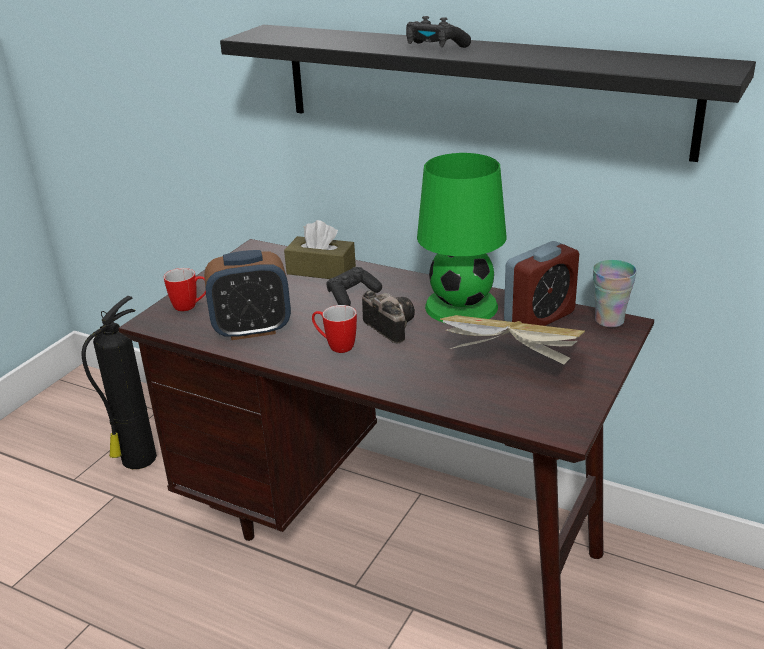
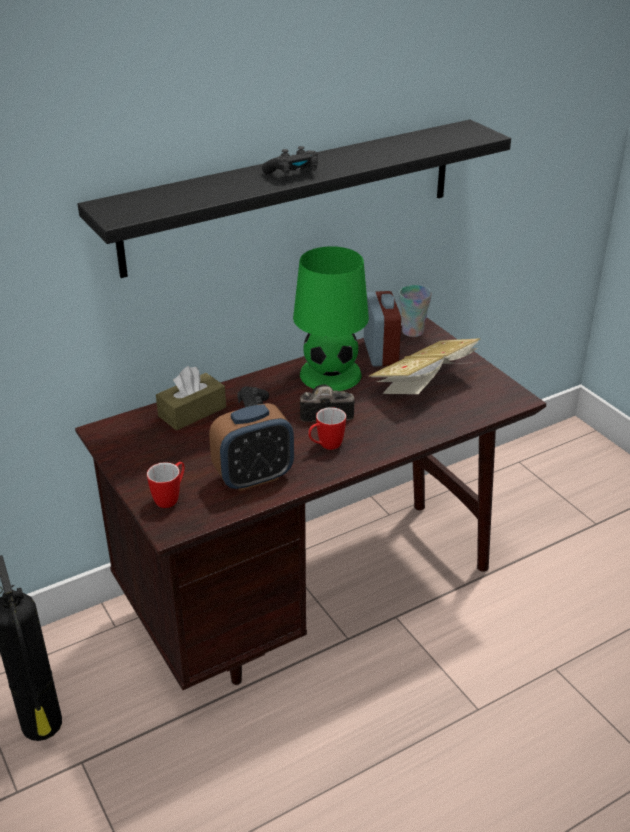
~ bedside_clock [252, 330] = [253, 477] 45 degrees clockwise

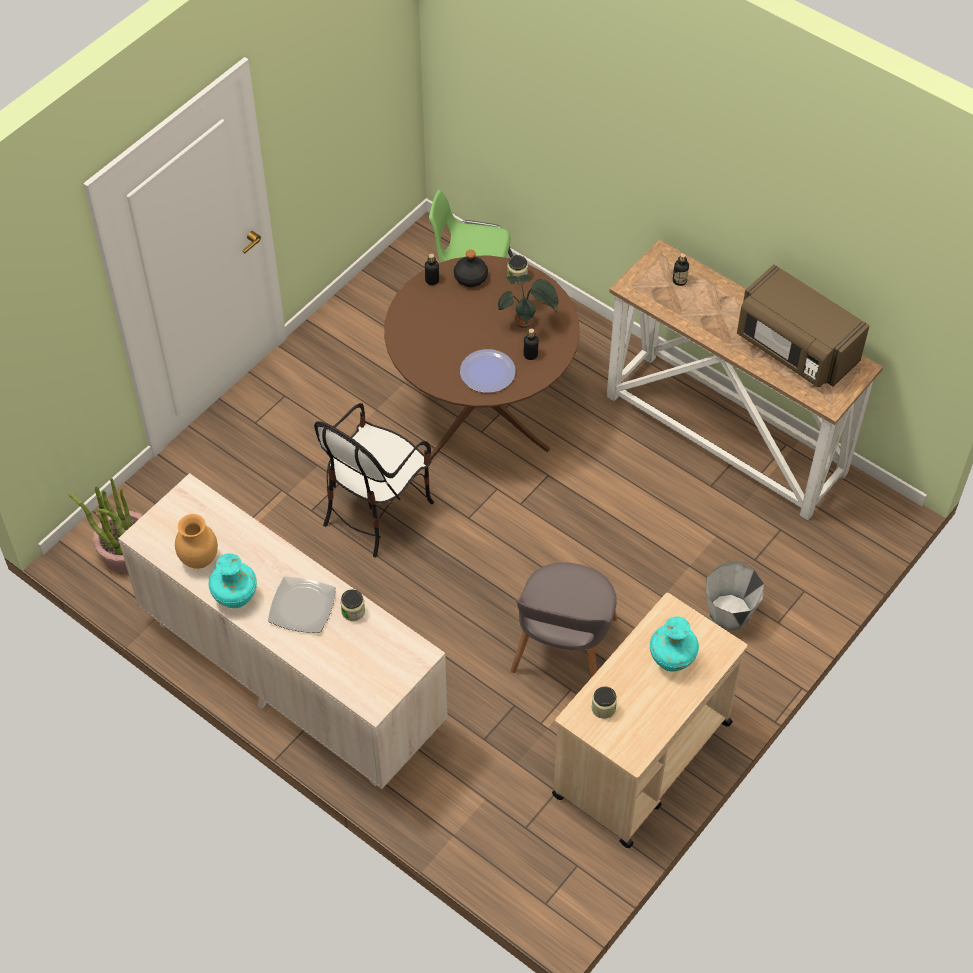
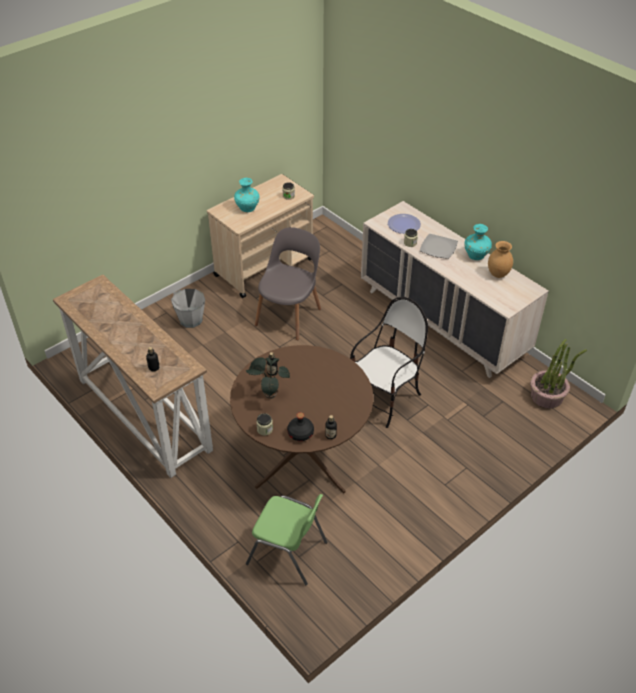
~ plate [487, 372] to [404, 224]
- brownish_microwave [795, 348]

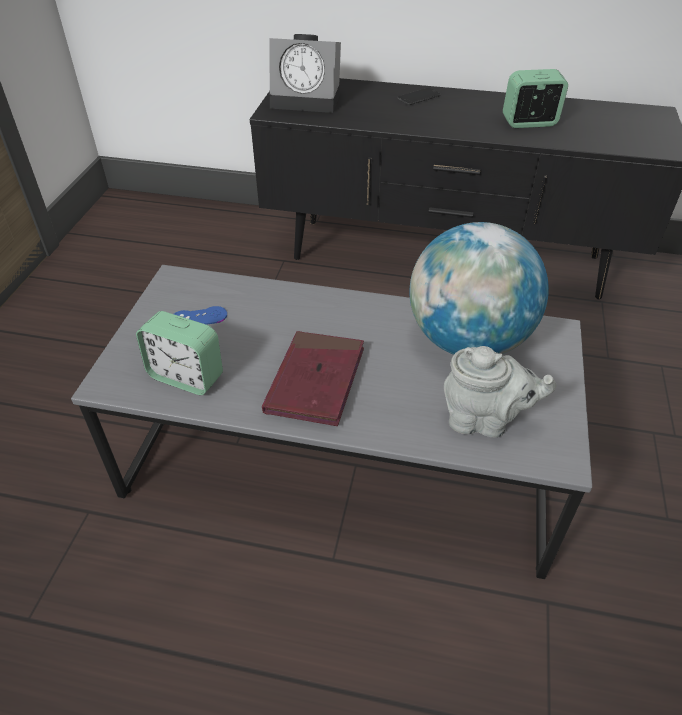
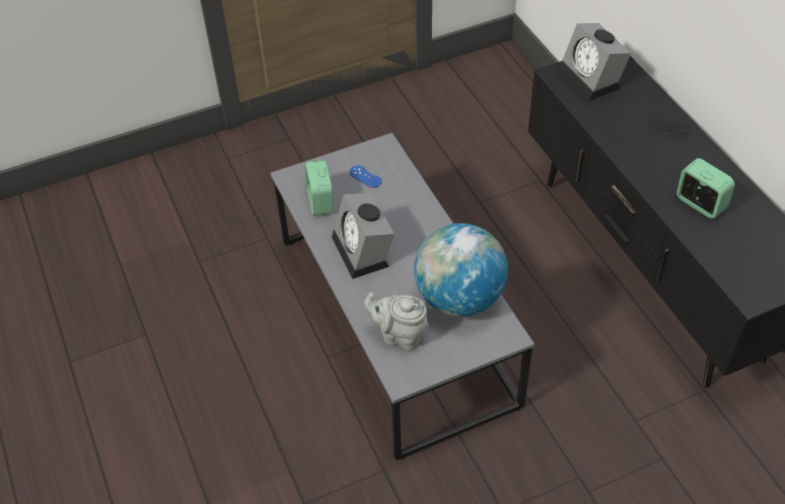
~ red-coloured_book [315, 381] to bedside_clock [364, 252]
~ greyish_tea_pot [484, 420] = [400, 335] 135 degrees clockwise

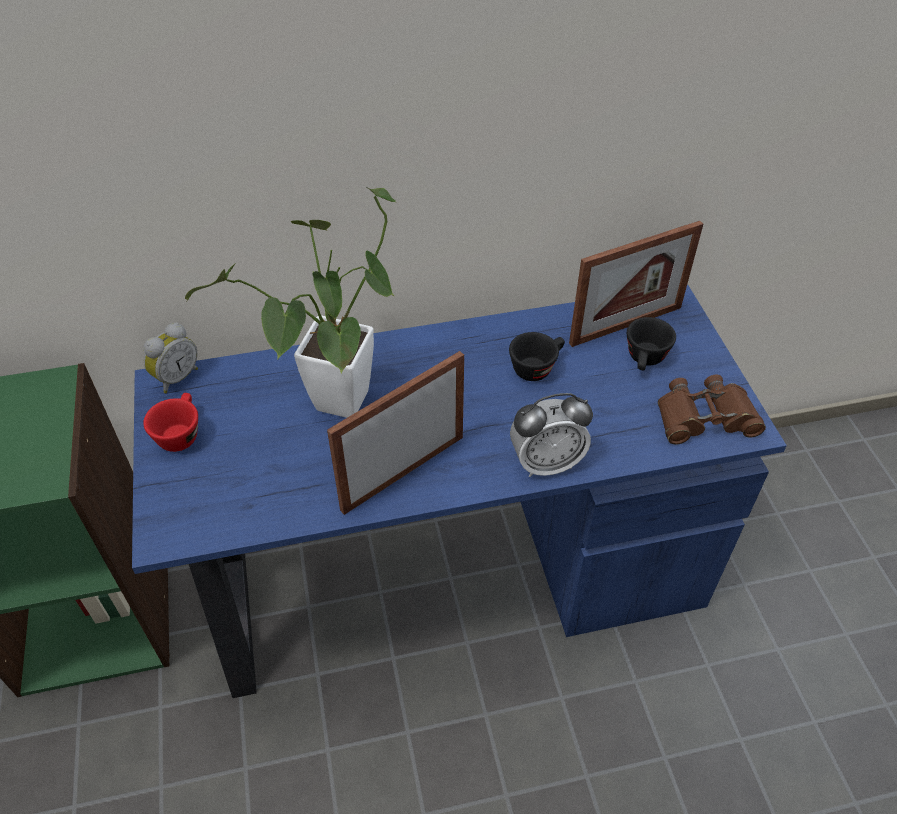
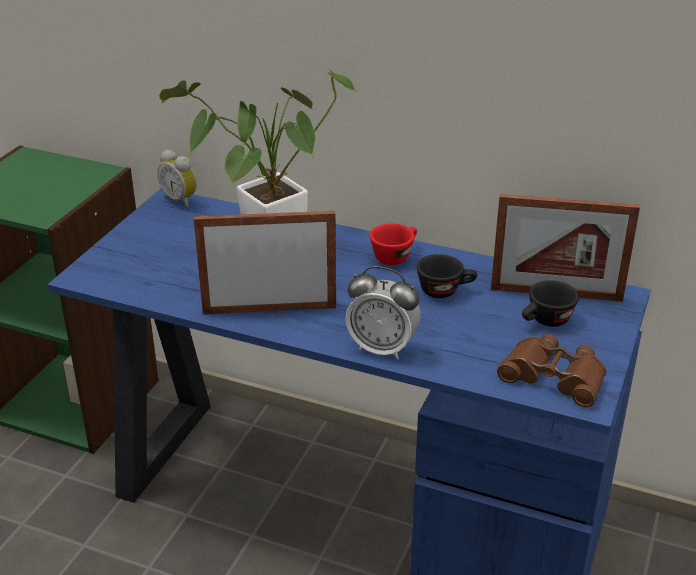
~ bedside_clock [176, 377] = [181, 200] 60 degrees clockwise
~ red-coloured_drinking_cup [180, 433] to [395, 255]

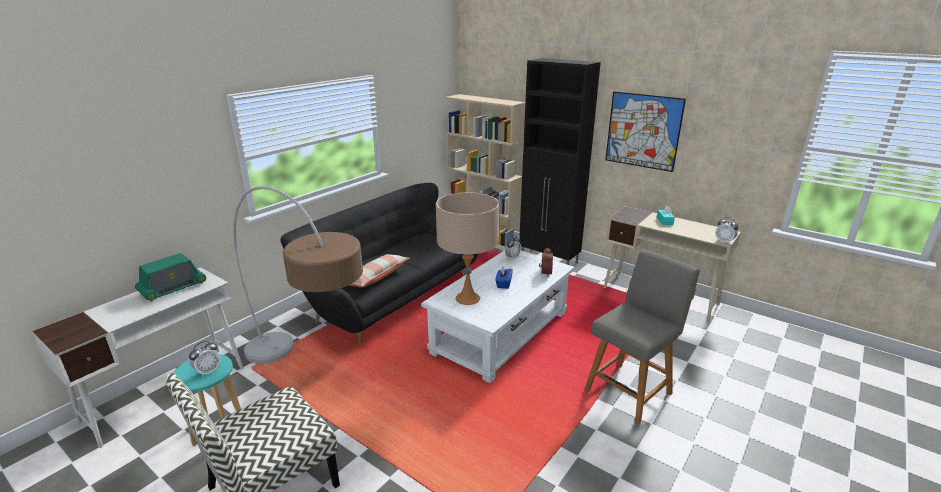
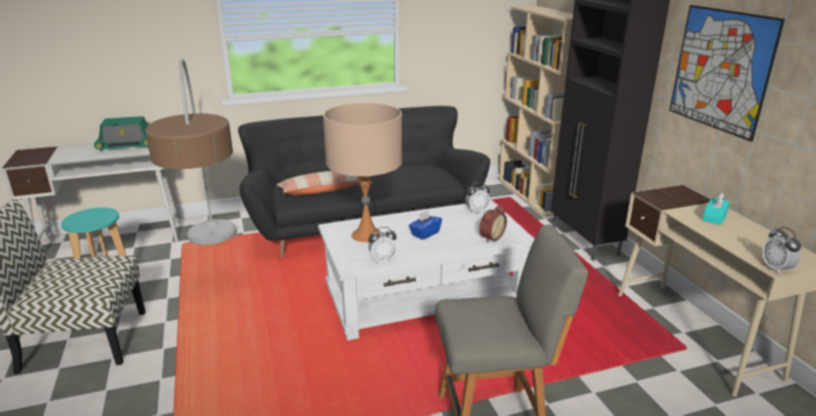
~ bedside_clock [208, 371] to [382, 260]

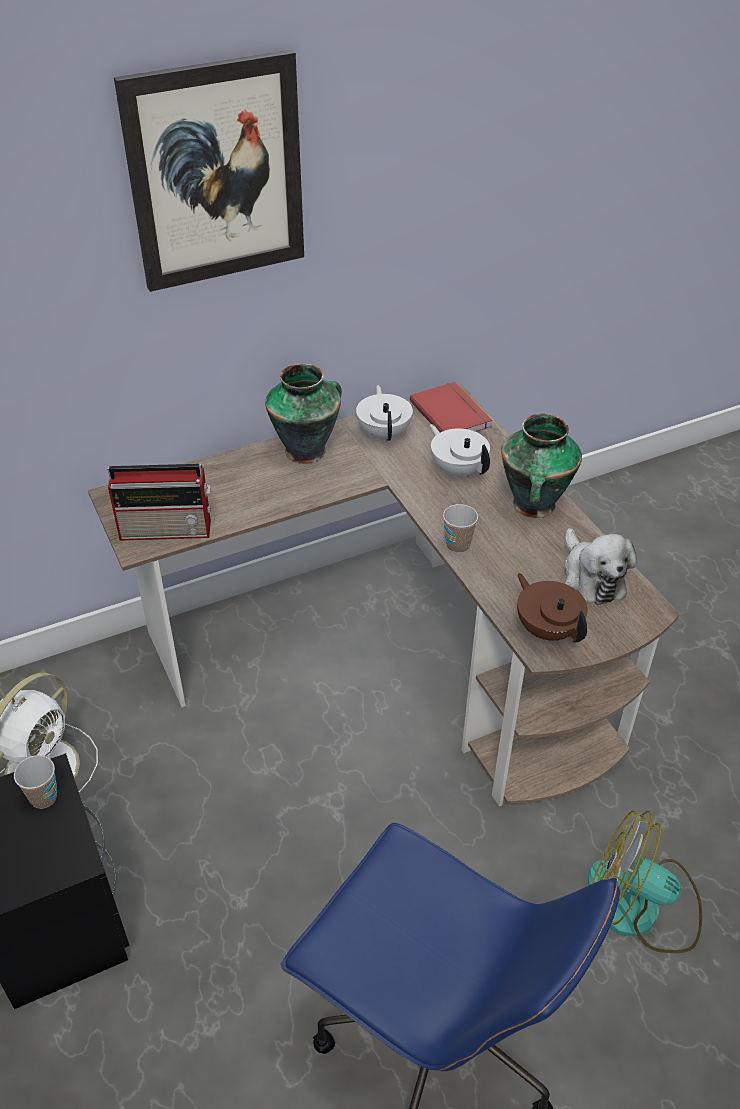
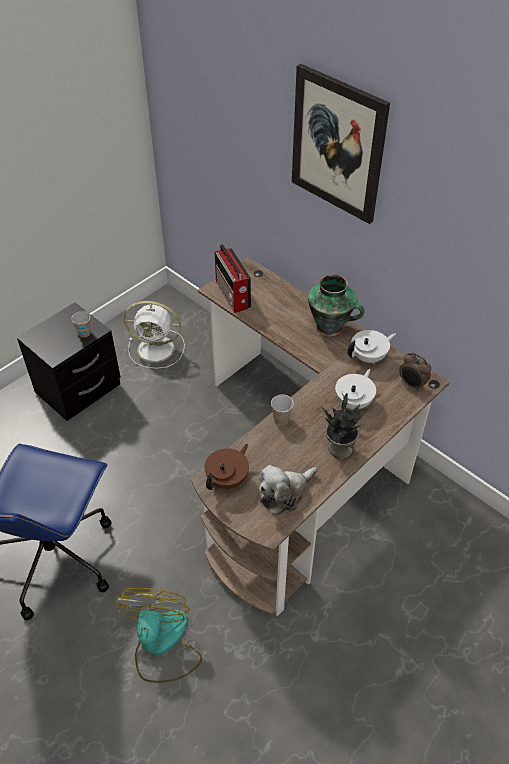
~ red-coloured_book [452, 413] to bedside_clock [411, 384]
~ vase [533, 506] to potted_plant [339, 449]

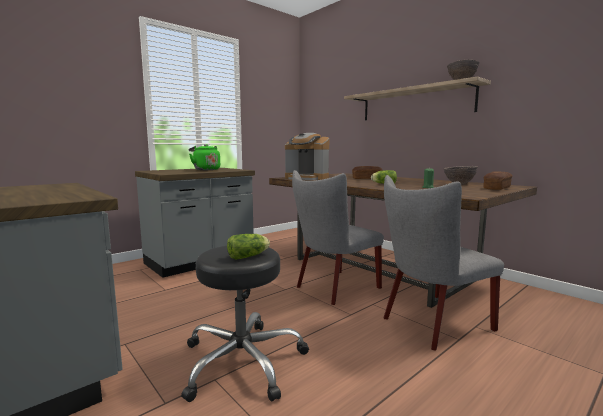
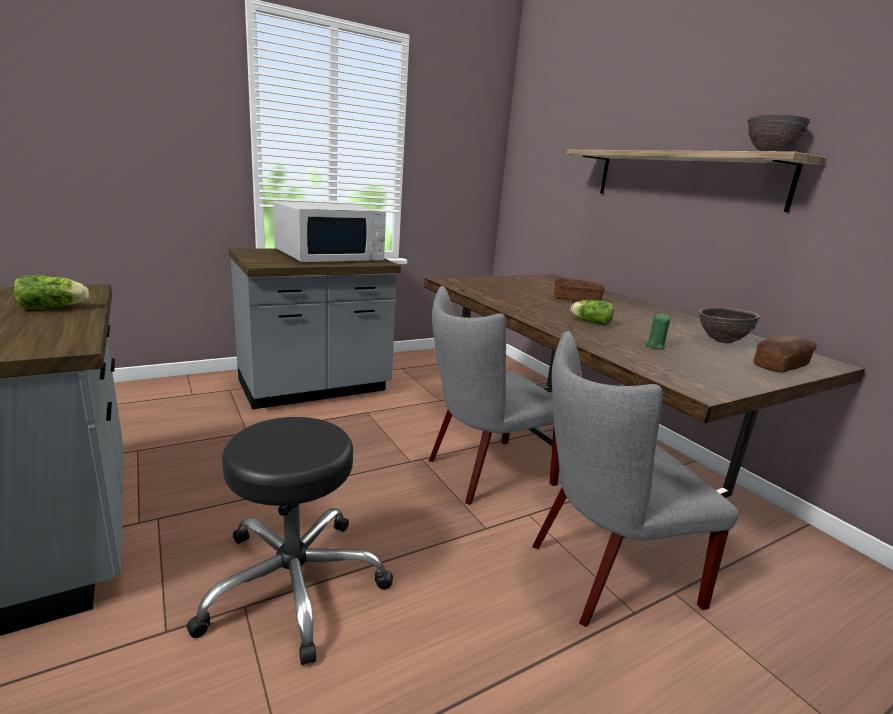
~ green_kettle [205, 169] to whitish_microwave [329, 256]
~ lettuce [249, 256] to [55, 308]
- coffee_brewer [307, 178]

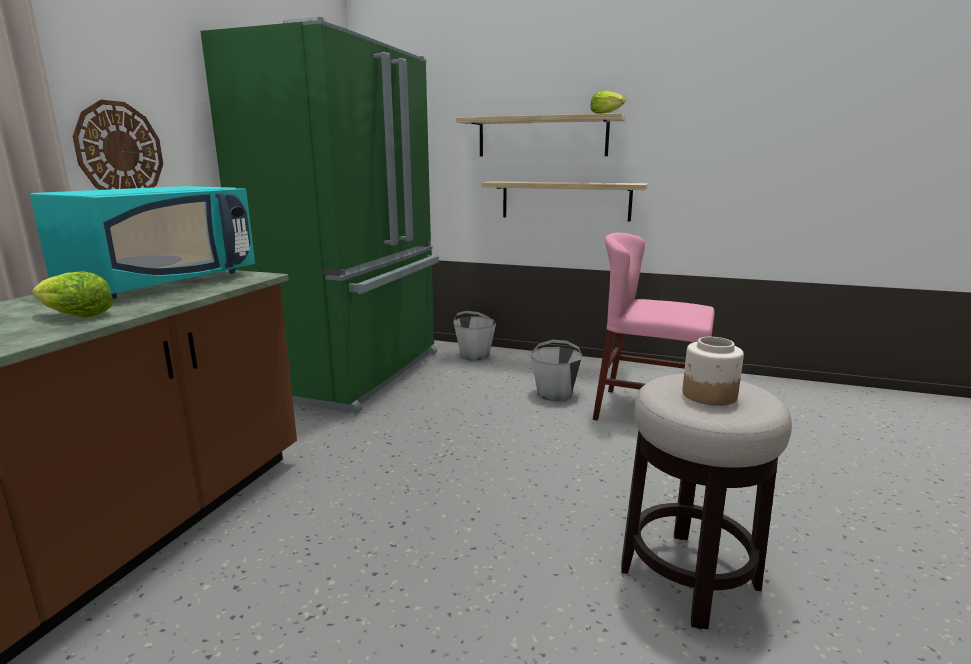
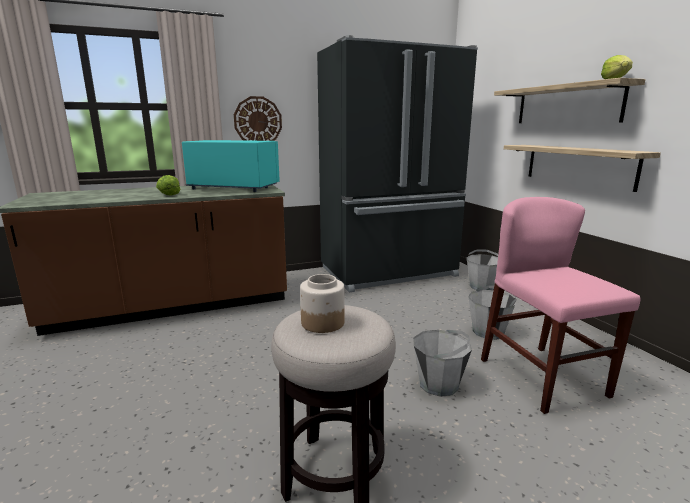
~ turquoise-coloured_microwave [163, 283] = [233, 188] 150 degrees counterclockwise
~ green_refrigerator [356, 373] to blackish_refrigerator [390, 272]
+ greyish_pail [439, 384]

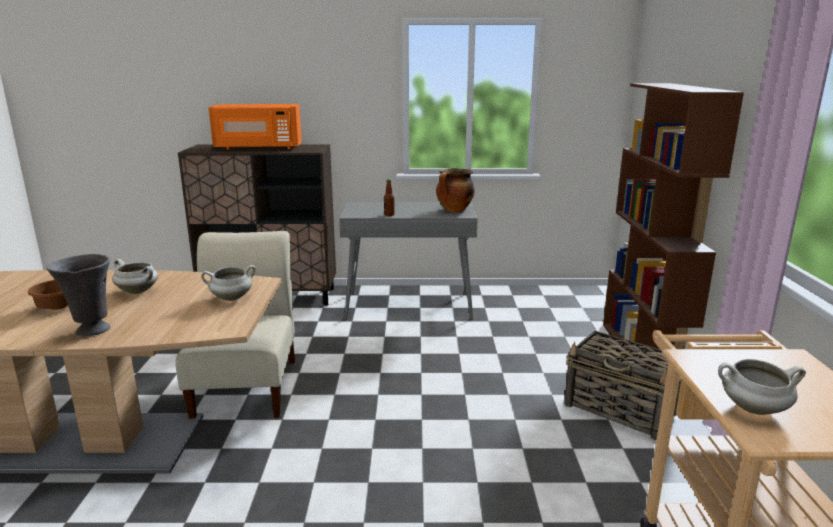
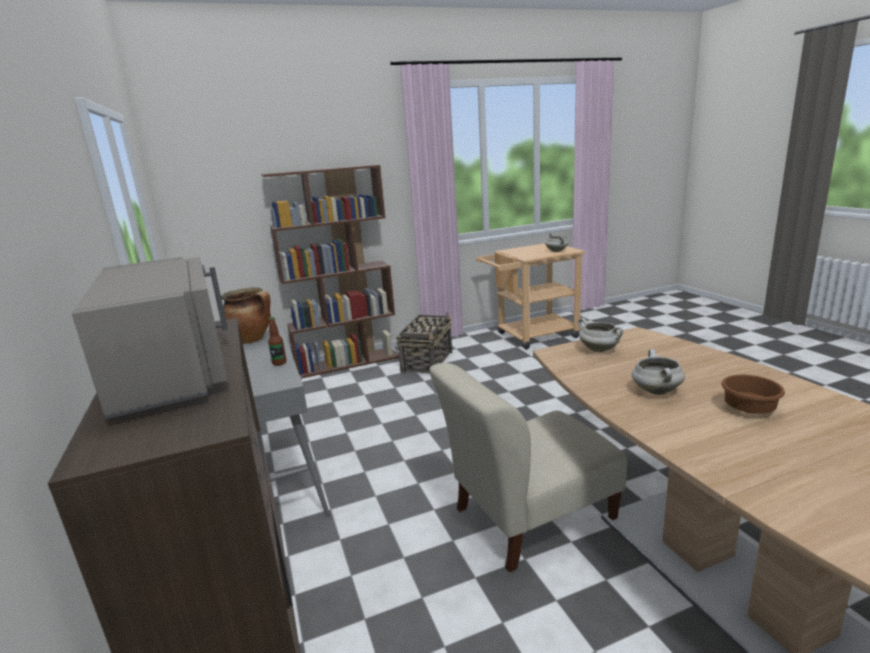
- greyish_vase [91, 331]
~ orange_microwave [258, 148] to greyish_microwave [173, 372]

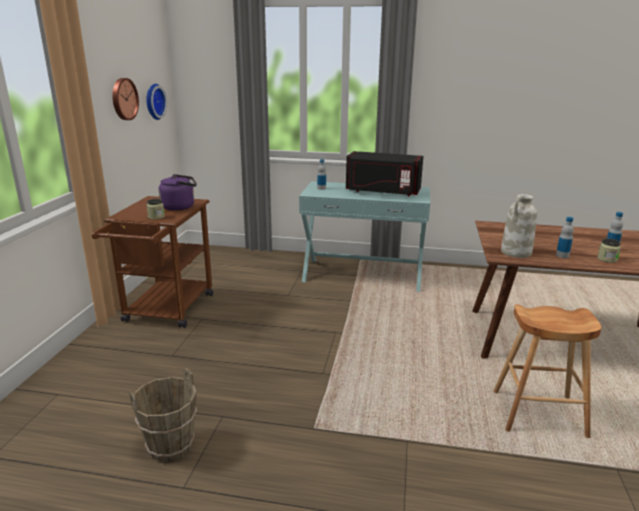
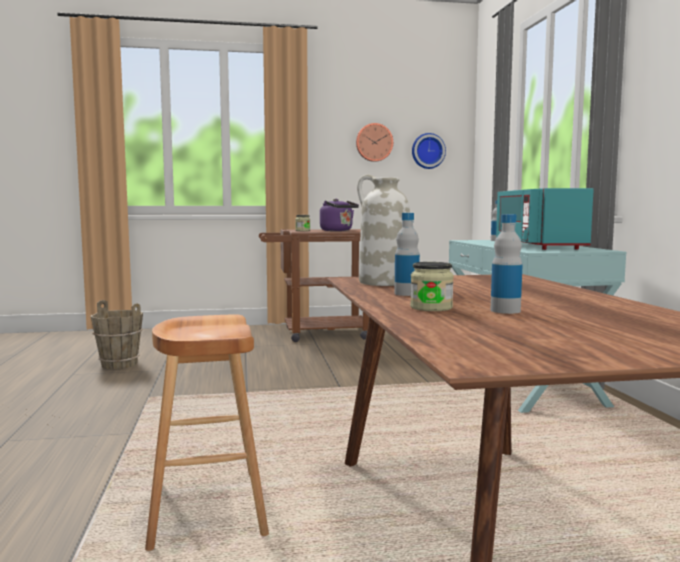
~ blackish_microwave [382, 192] to turquoise-coloured_microwave [538, 246]

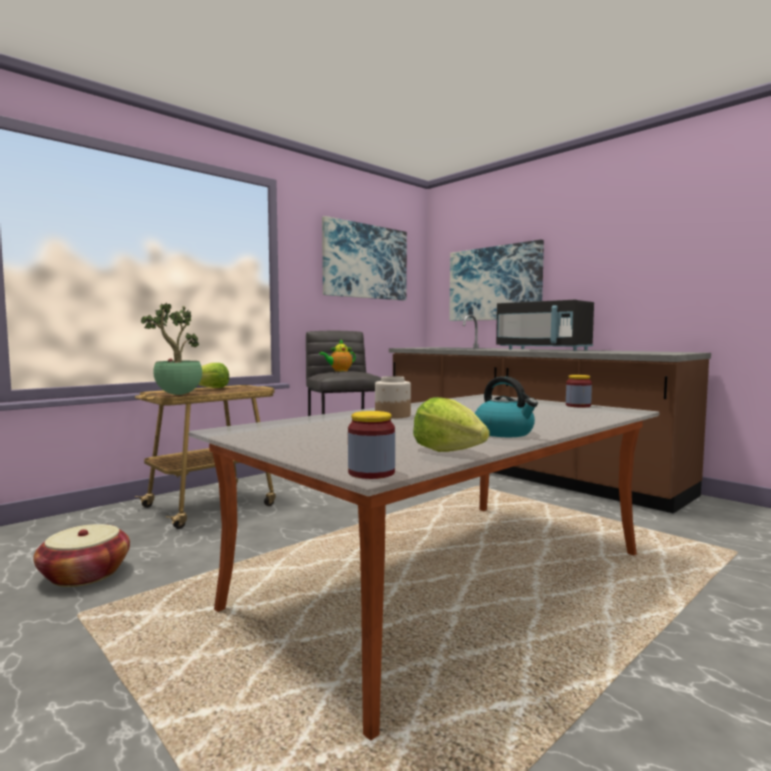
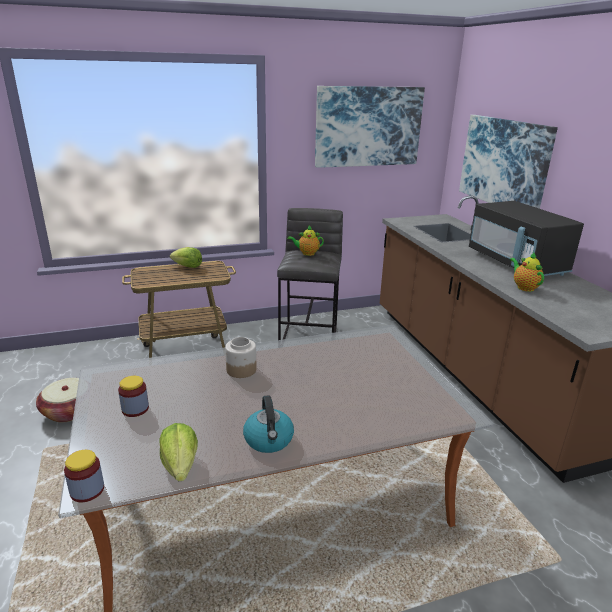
- potted_plant [177, 394]
~ preserve_jar [578, 406] to [135, 409]
+ tea_pot [524, 287]

